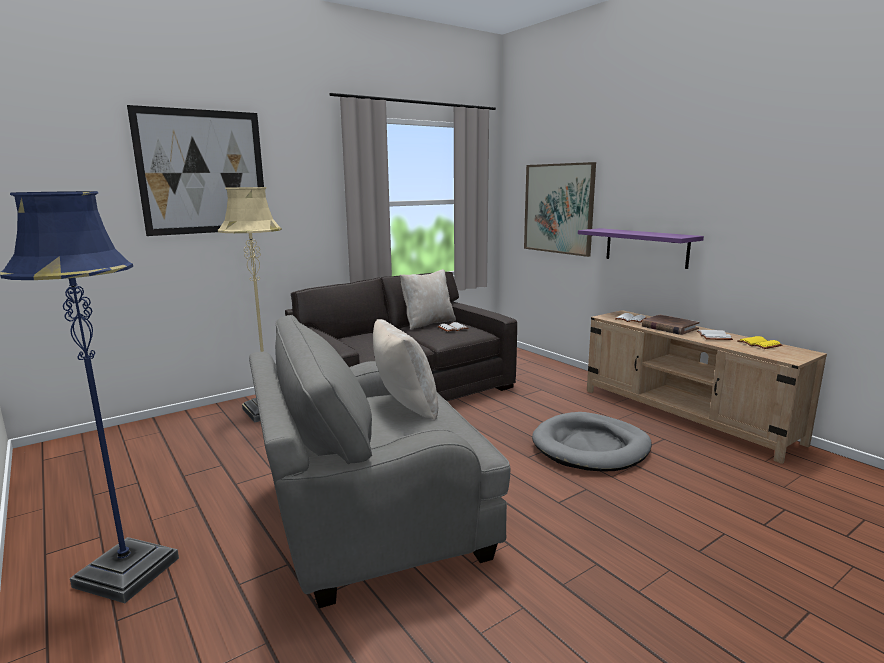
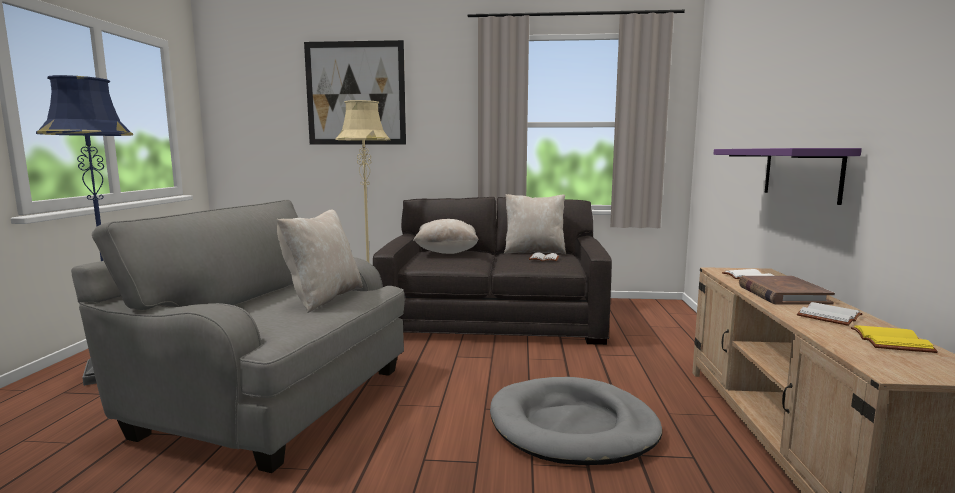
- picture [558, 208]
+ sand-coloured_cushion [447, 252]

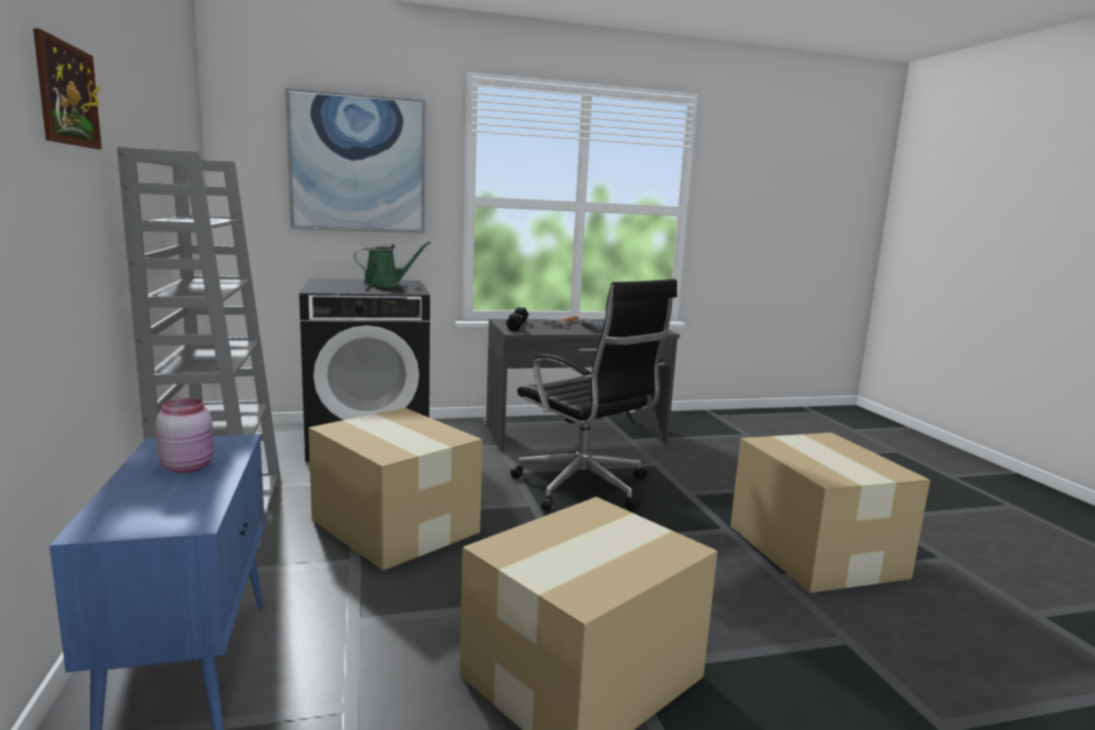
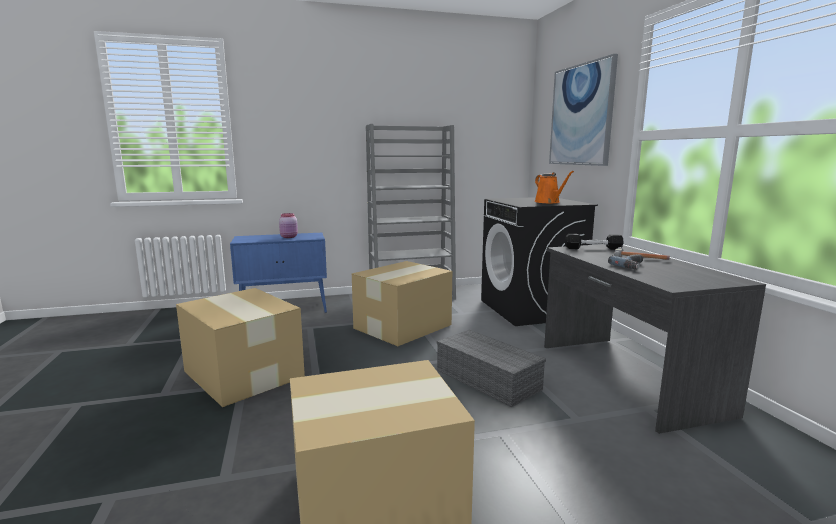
- picture [67, 94]
~ green_watering_pot [385, 285] to orange_watering_pot [549, 202]
~ blackish_office_chair [585, 488] to greyish_storage_bin [485, 379]

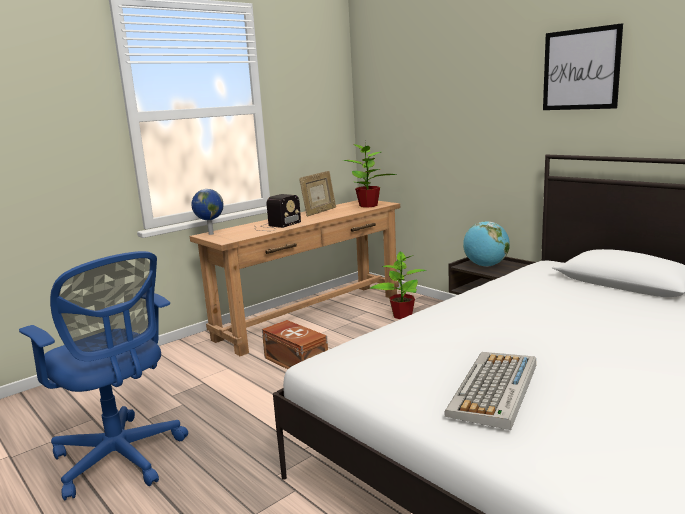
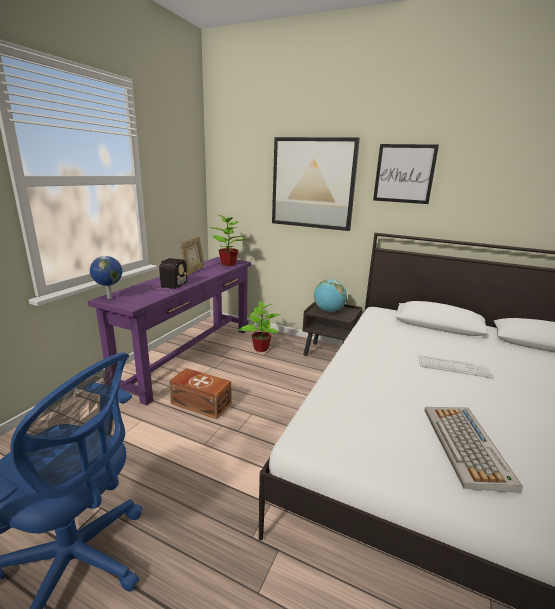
~ brownish_hall_table [311, 316] to purple_hall_table [189, 356]
+ picture [313, 183]
+ keyboard [454, 367]

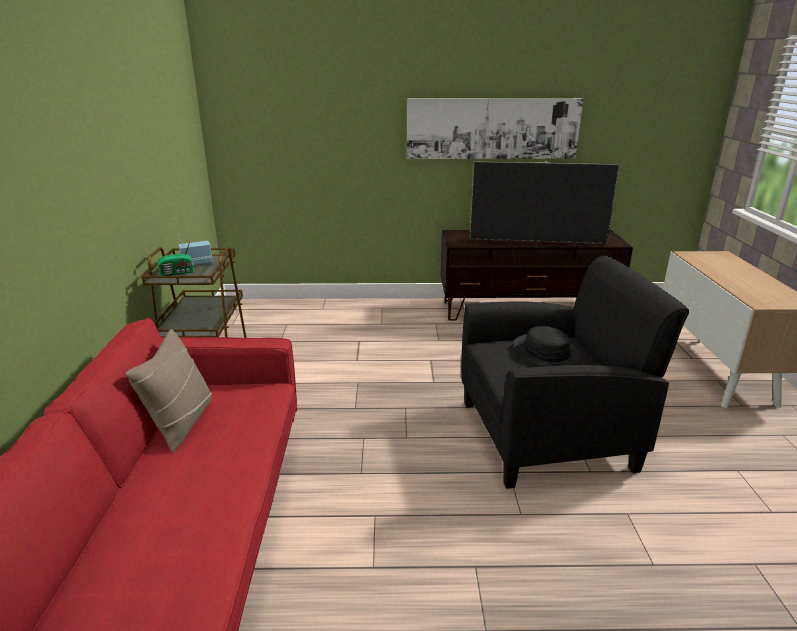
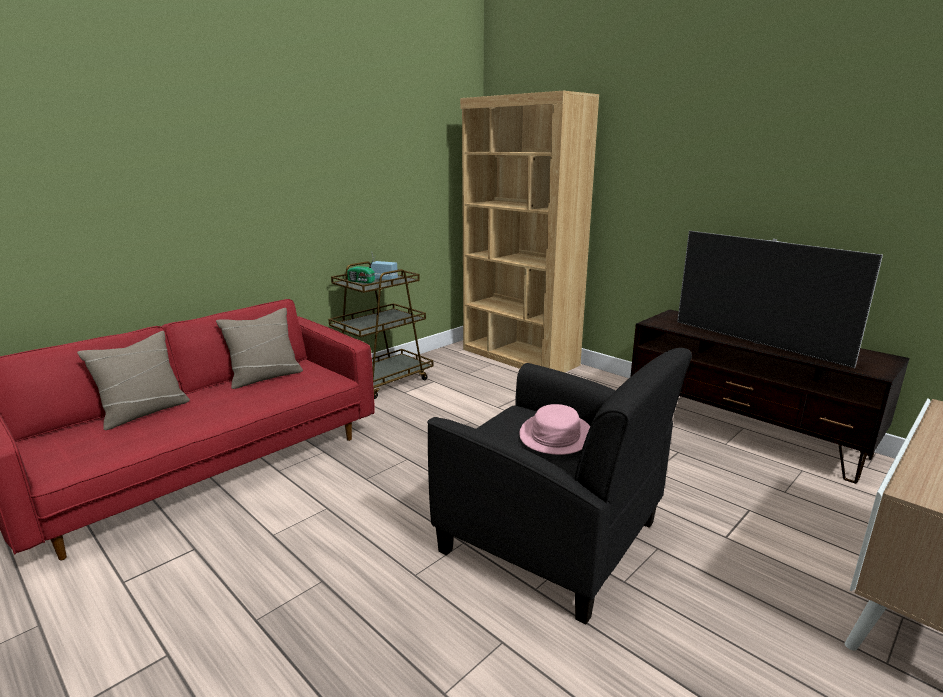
- picture [492, 128]
~ blackish_clothing_hat [546, 352] to pink_clothing_hat [555, 435]
+ sand-coloured_cushion [144, 412]
+ brownish_bookshelf [519, 357]

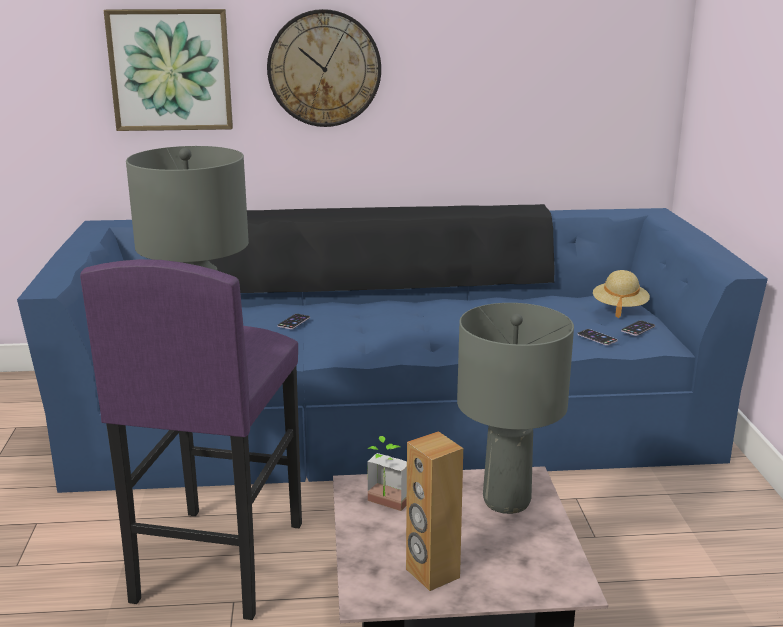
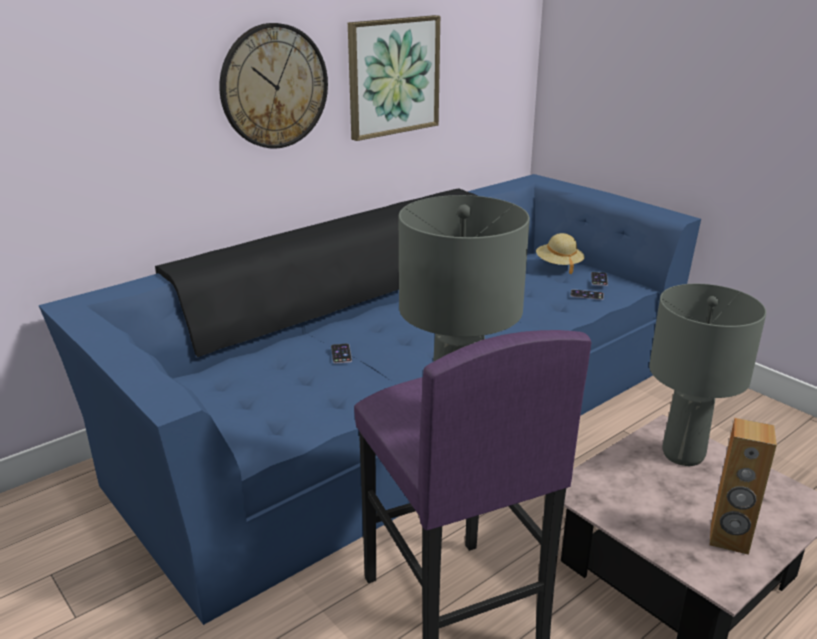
~ picture [170, 70] to [393, 76]
- potted_plant [385, 505]

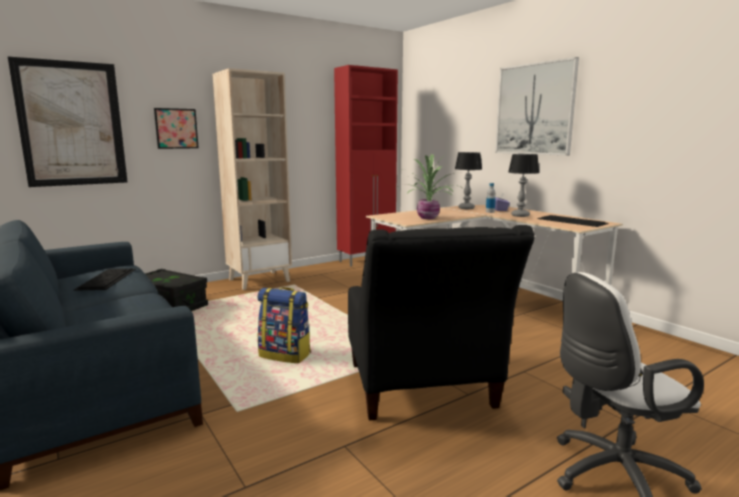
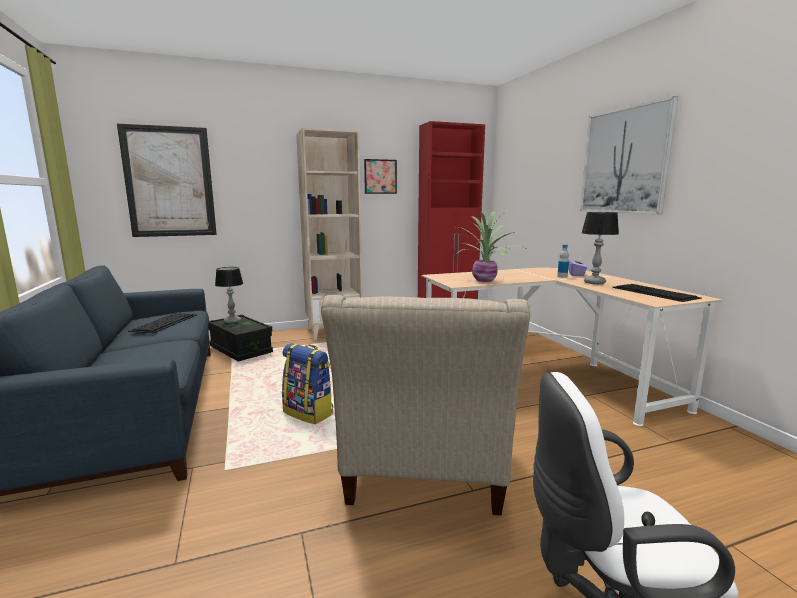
~ picture [176, 128] to [380, 176]
~ blackish_easy_chair [423, 391] to sand-coloured_easy_chair [423, 478]
~ table_lamp [466, 208] to [232, 321]

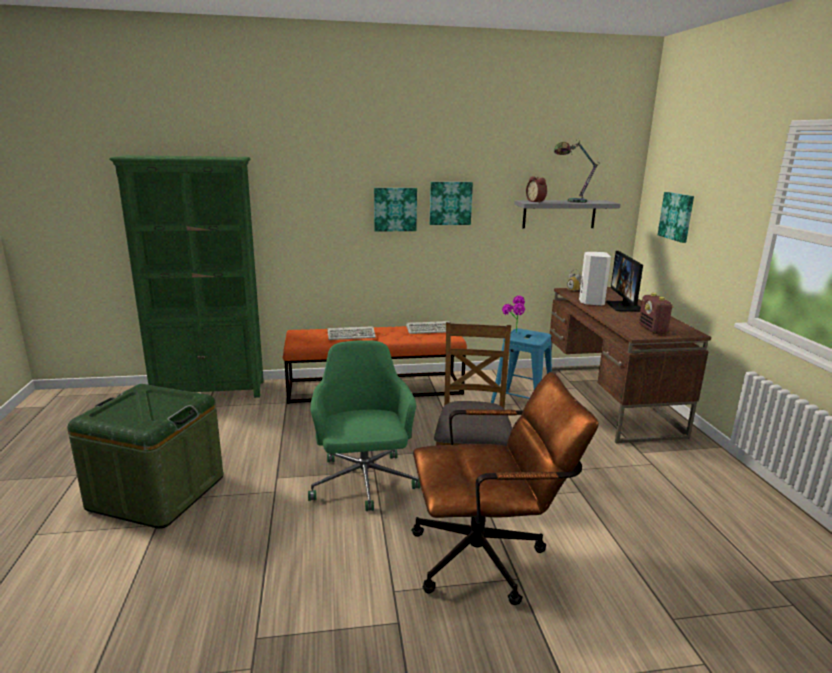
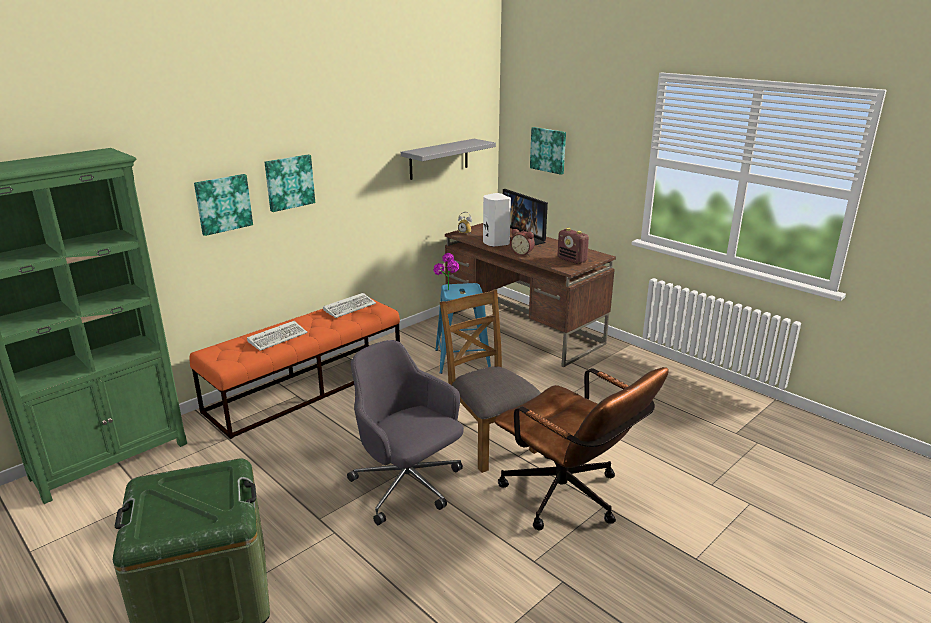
~ green_office_chair [363, 483] to greyish_office_chair [408, 486]
~ brownish_office_chair [489, 557] = [570, 499] 90 degrees clockwise
~ picture [450, 203] to [223, 204]
~ bedside_clock [536, 201] to [522, 253]
- table_lamp [571, 201]

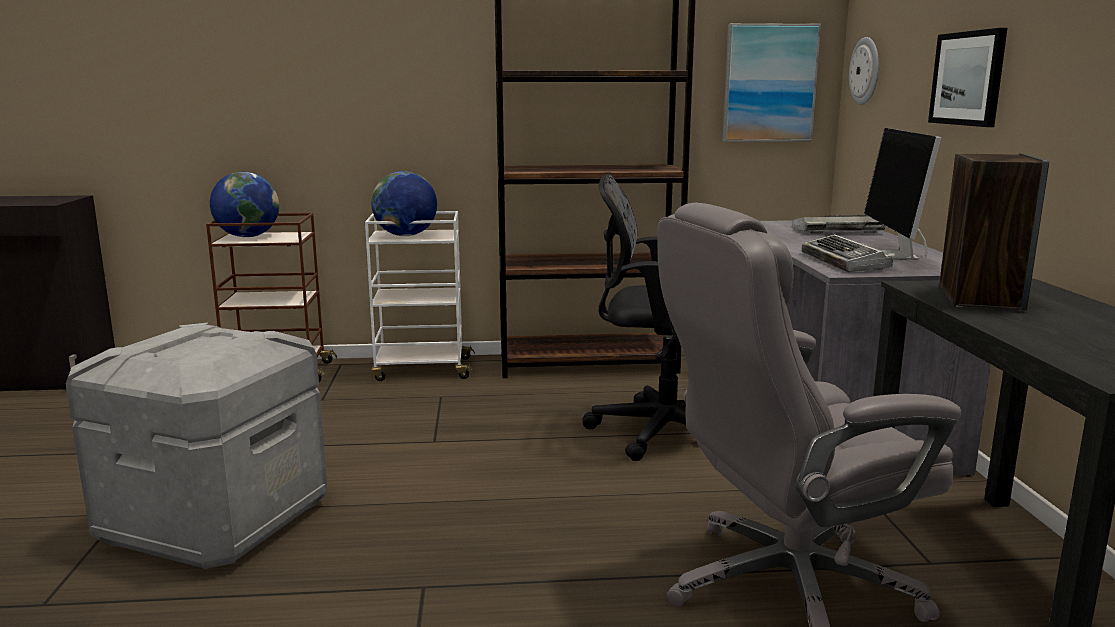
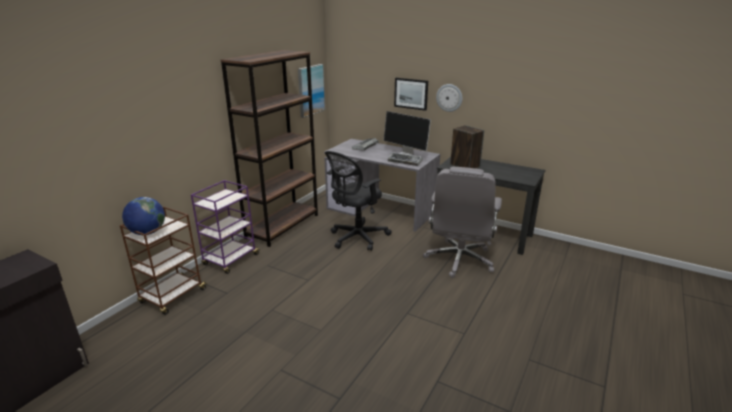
- greyish_storage_bin [216, 520]
~ whitish_cart [421, 369] to purple_cart [230, 260]
- globe [405, 235]
~ hanging_clock [865, 71] to [449, 97]

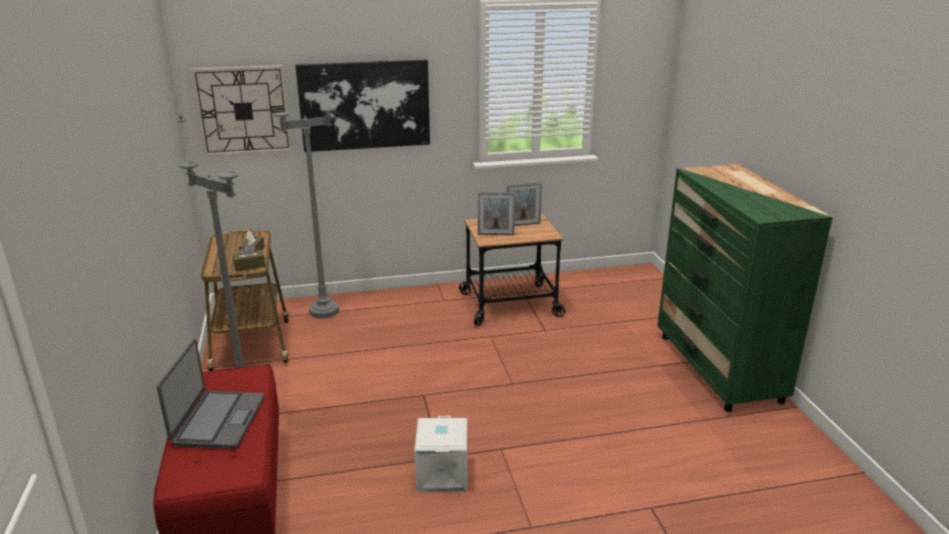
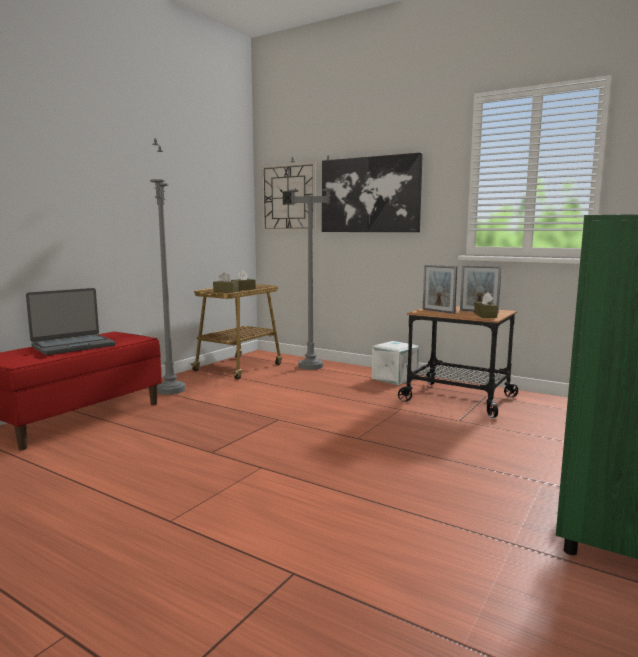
~ whitish_storage_bin [441, 473] to [394, 378]
+ brownish_box_of_tissues [485, 315]

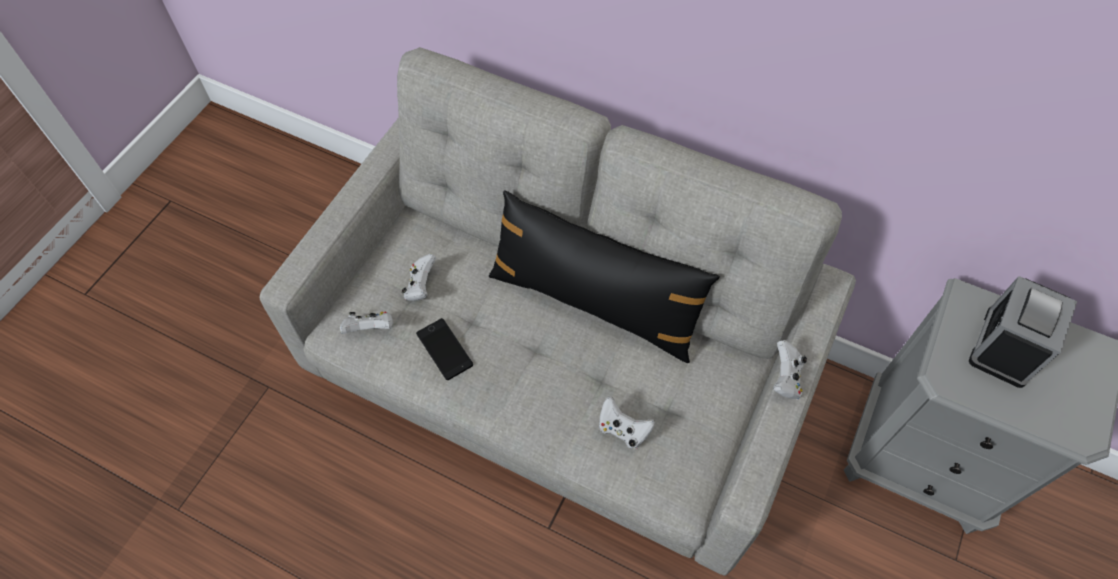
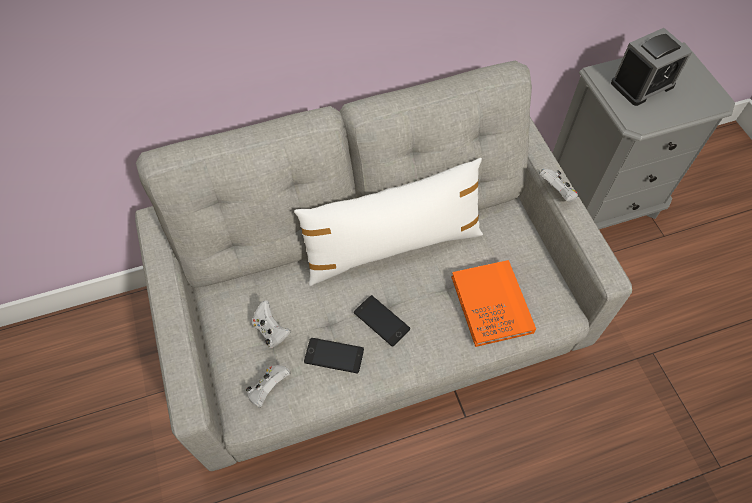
~ blackish_cushion [594, 303] to whitish_cushion [392, 246]
~ whitish_gamepad [623, 430] to orange_book [491, 304]
~ bedside_clock [1005, 346] = [642, 84] 105 degrees counterclockwise
+ phone [381, 321]

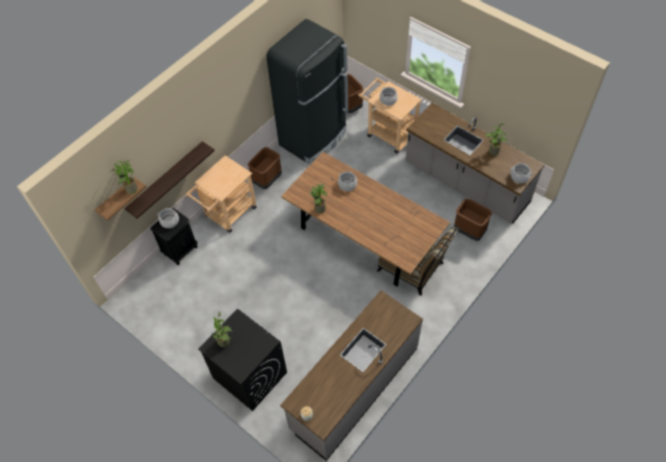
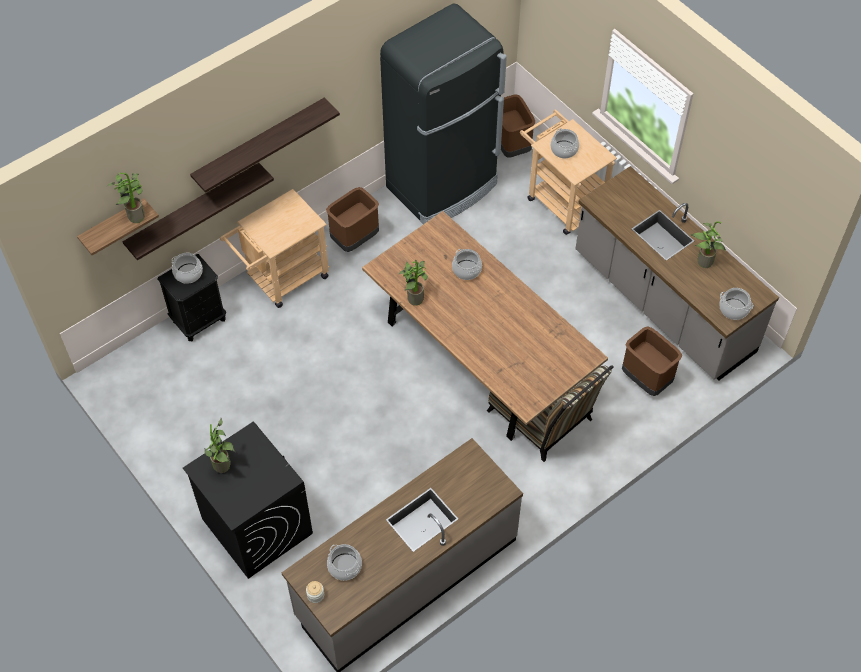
+ shelf [259, 144]
+ saucepot [345, 566]

